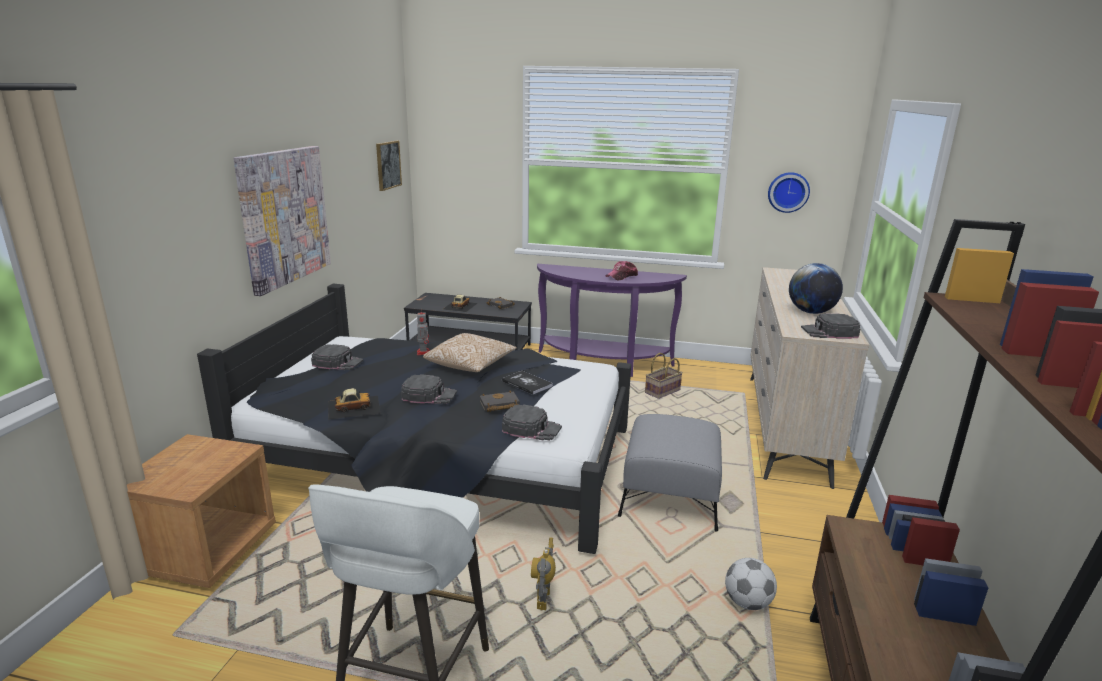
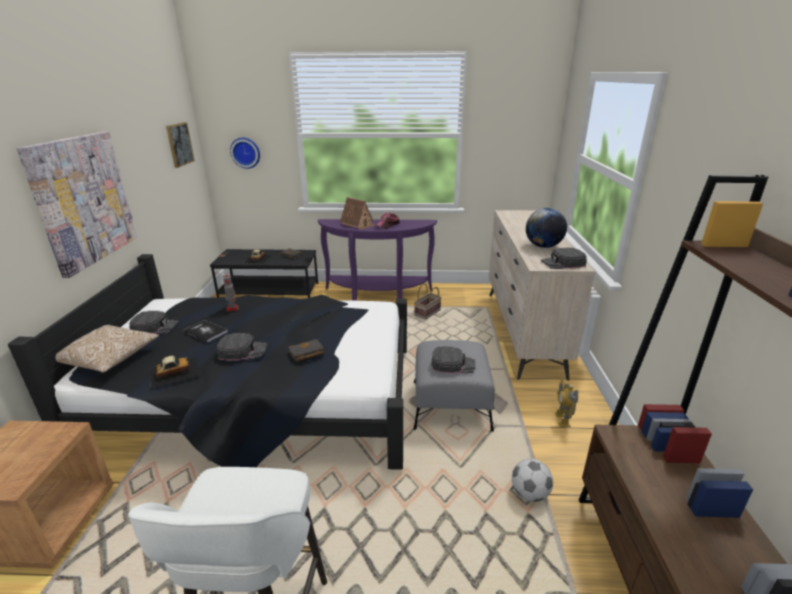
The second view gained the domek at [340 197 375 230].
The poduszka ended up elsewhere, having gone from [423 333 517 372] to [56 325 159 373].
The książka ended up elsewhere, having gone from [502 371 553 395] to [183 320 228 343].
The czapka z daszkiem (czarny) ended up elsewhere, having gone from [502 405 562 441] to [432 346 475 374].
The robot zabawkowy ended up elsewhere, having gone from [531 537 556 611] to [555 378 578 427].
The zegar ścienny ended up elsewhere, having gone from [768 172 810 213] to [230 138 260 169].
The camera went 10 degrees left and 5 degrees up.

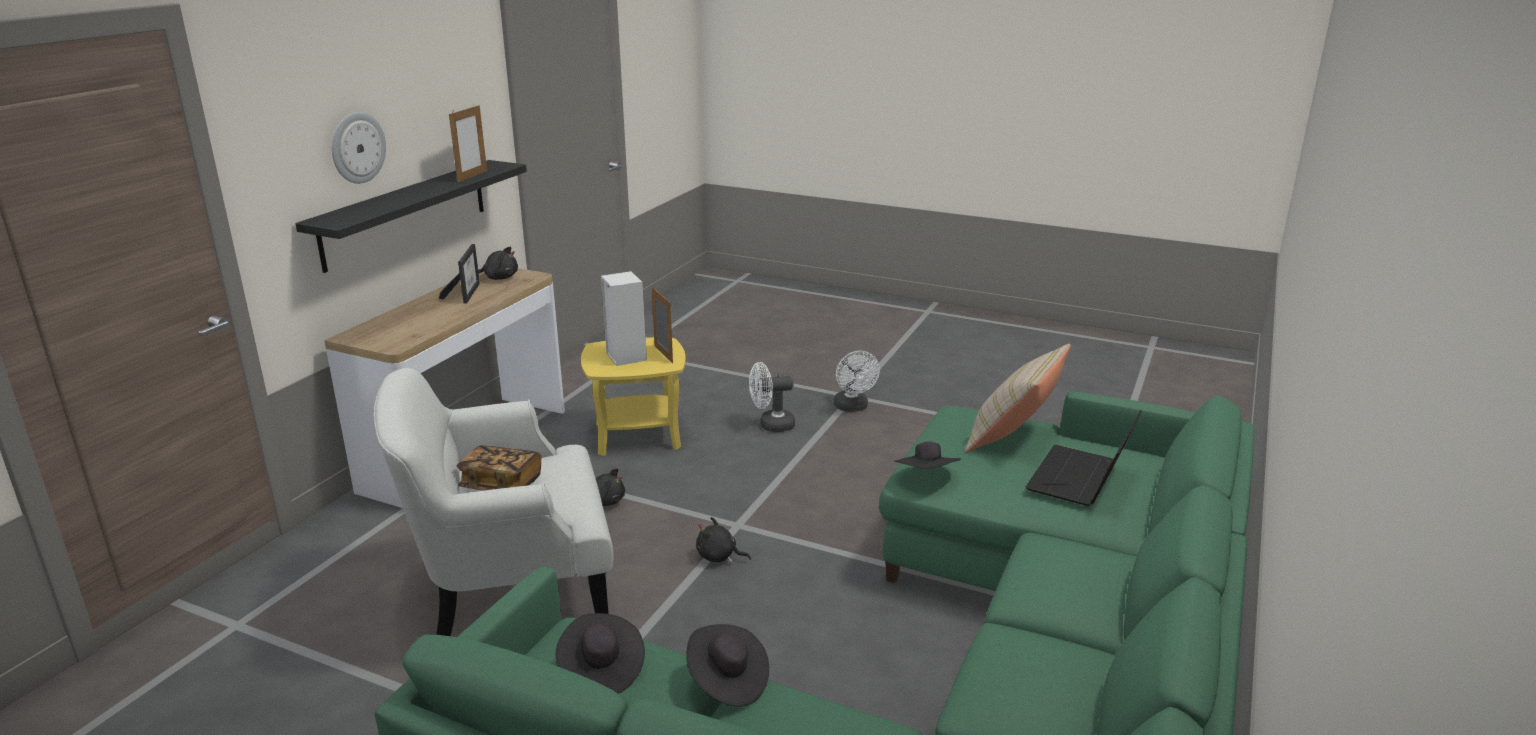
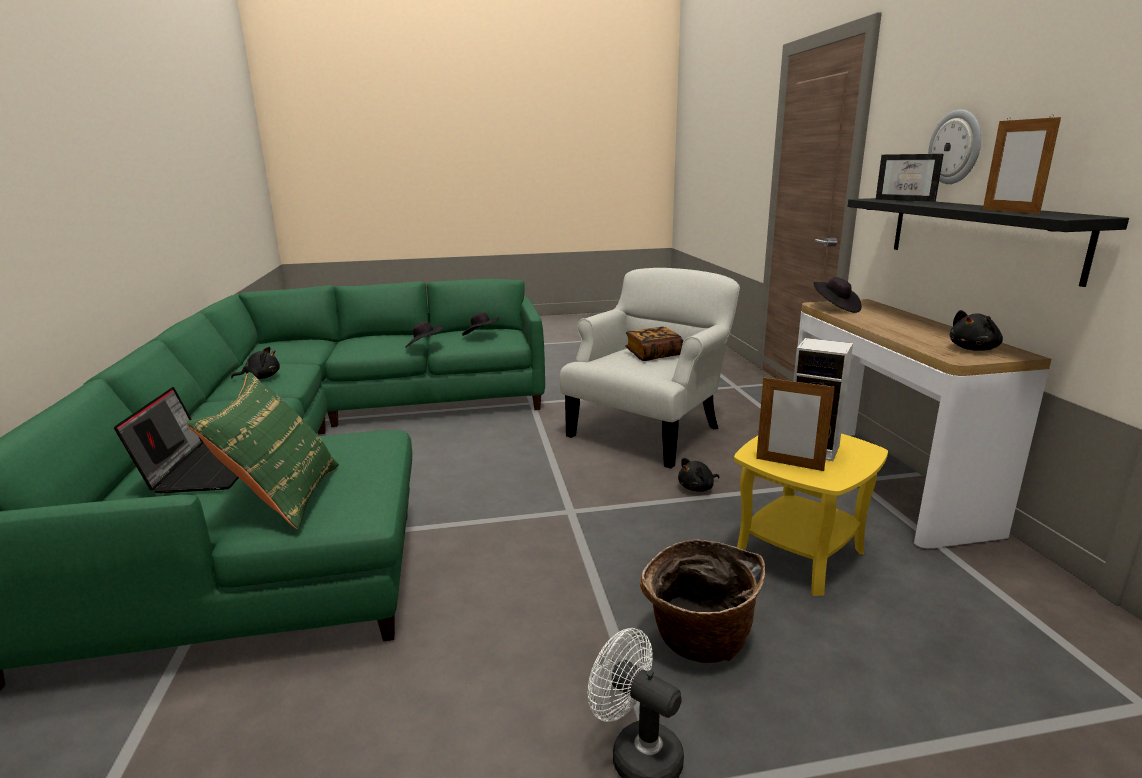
The ramka na zdjęcie ended up elsewhere, having gone from [439 244 480 304] to [876 154 944 202].
The pluszak (czarny) ended up elsewhere, having gone from [696 517 751 563] to [231 347 280 379].
The kapelusz (czarny) ended up elsewhere, having gone from [894 441 961 469] to [813 277 862 313].
Where the wentylator (biały) stood at [749 362 795 432], the koszyk came to stand at [640 539 765 663].
What was the poduszka (beżowy) at [964 344 1071 453] turned into the poduszka (zielony) at [186 372 339 529].
The camera went 145 degrees right and 5 degrees down.

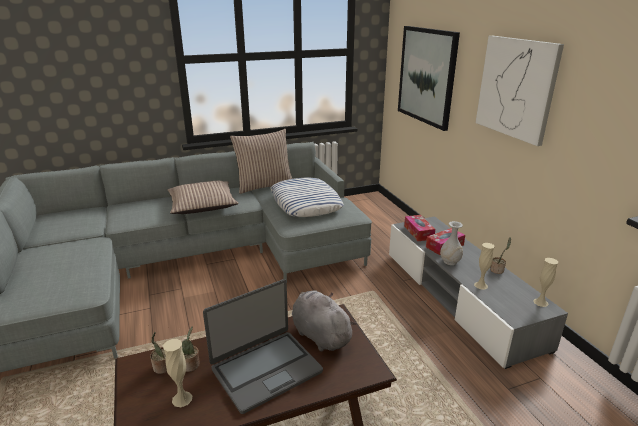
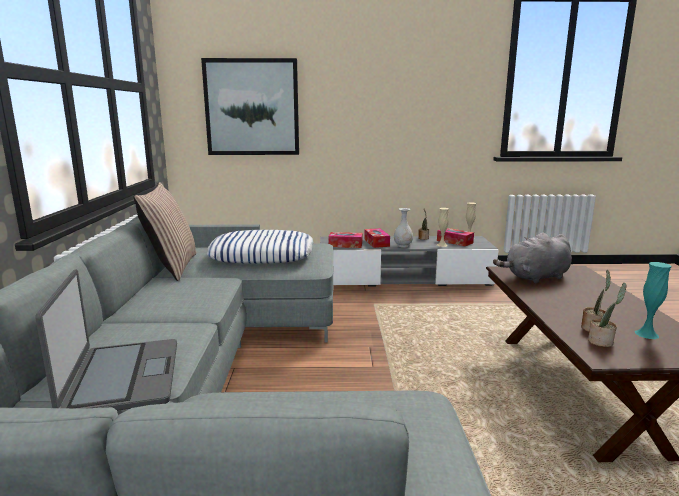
The second view lost the poduszka at [168 181 239 214].
The second view lost the obraz at [476 36 564 146].
The second view gained the pudełko chusteczek at [437 228 474 246].
The laptop ended up elsewhere, having gone from [203 279 323 414] to [35 269 177 411].
What was the wazon (beżowy) at [163 339 192 407] turned into the wazon (turkusowy) at [635 262 672 339].
The camera went 70 degrees left and 10 degrees down.

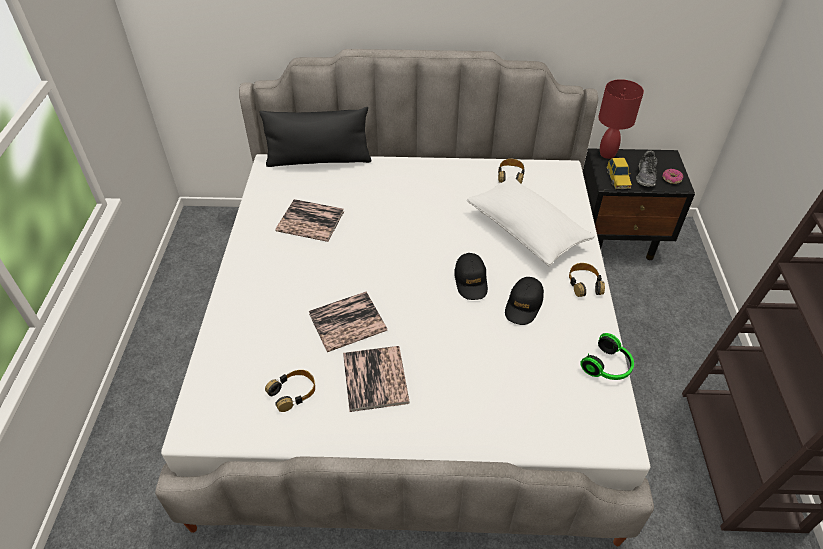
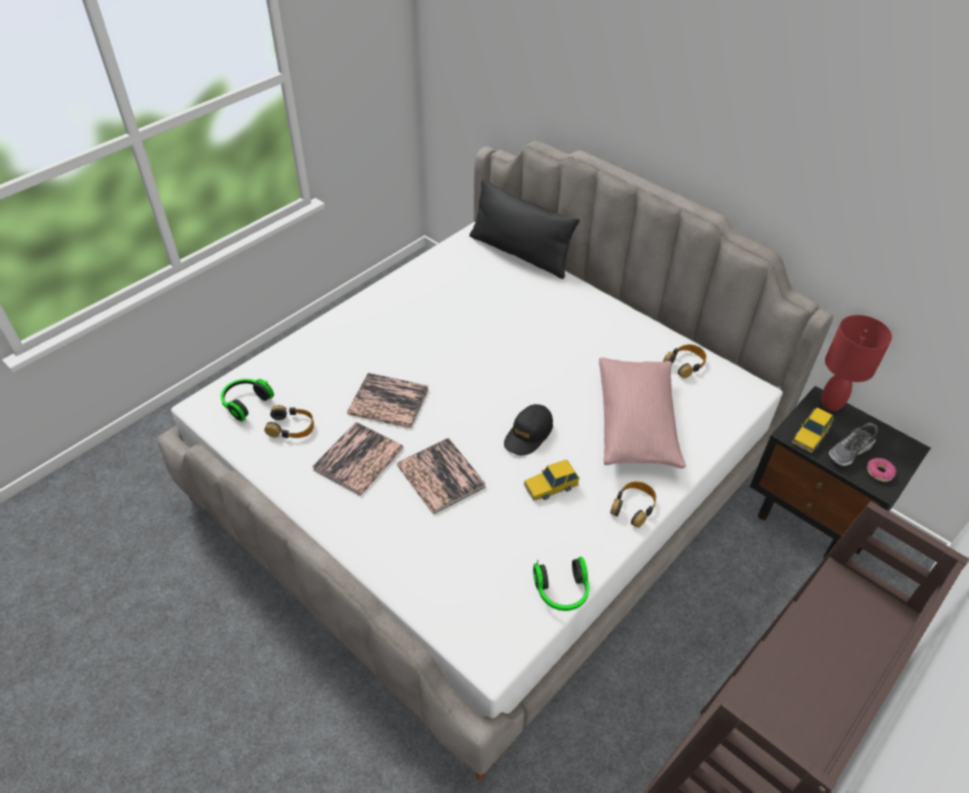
The second view gained the słuchawki at [221 379 274 422].
The książka ended up elsewhere, having gone from [276 199 344 242] to [397 438 486 514].
Where the czapka z daszkiem (czarny) stood at [505 277 544 325], the samochodzik came to stand at [524 460 579 501].
What was the poduszka (biały) at [467 176 595 266] turned into the poduszka (różowy) at [599 358 686 469].
The camera went 40 degrees right and 0 degrees up.

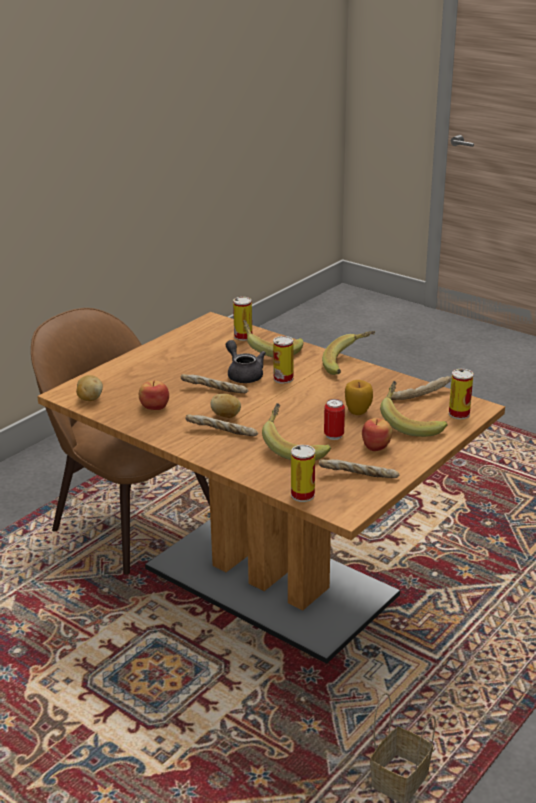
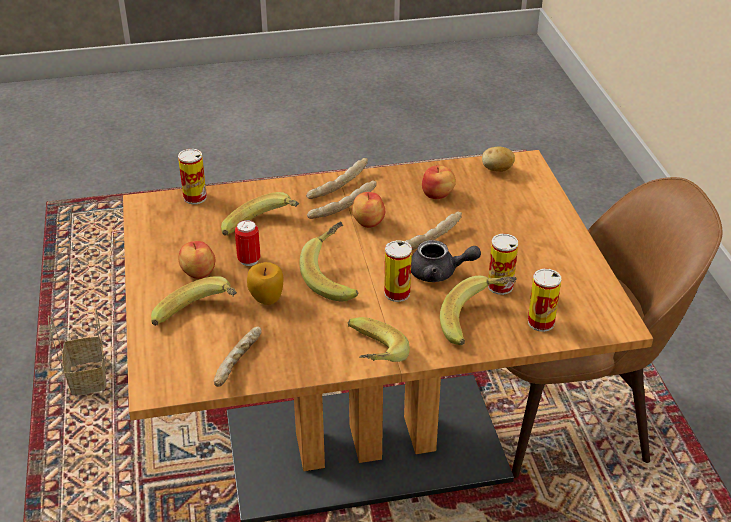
The second view gained the banan at [300 222 358 301].
The chleb ended up elsewhere, having gone from [319 459 400 478] to [306 158 368 199].
The puszka ended up elsewhere, having gone from [449 369 474 419] to [488 234 518 295].
Where the ziemniak stood at [211 394 241 418], the jabłko came to stand at [352 192 385 228].
The camera went 130 degrees right and 10 degrees up.

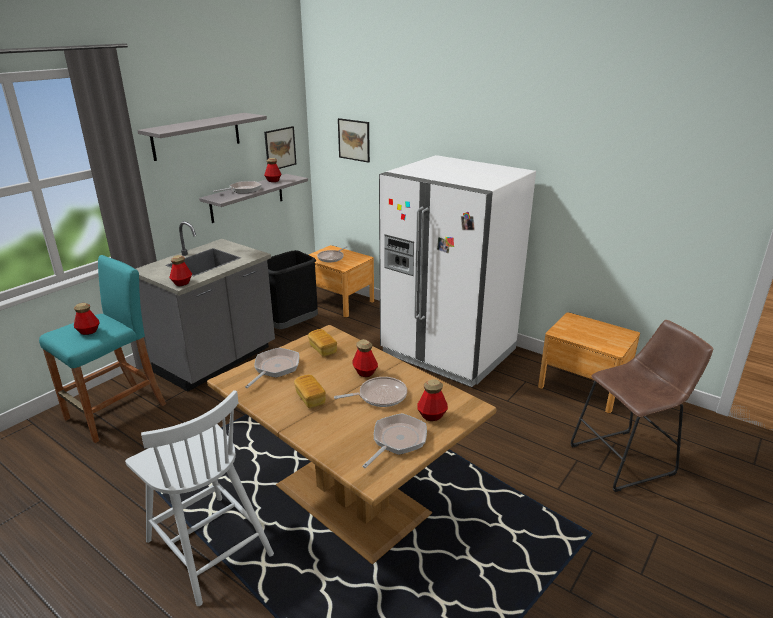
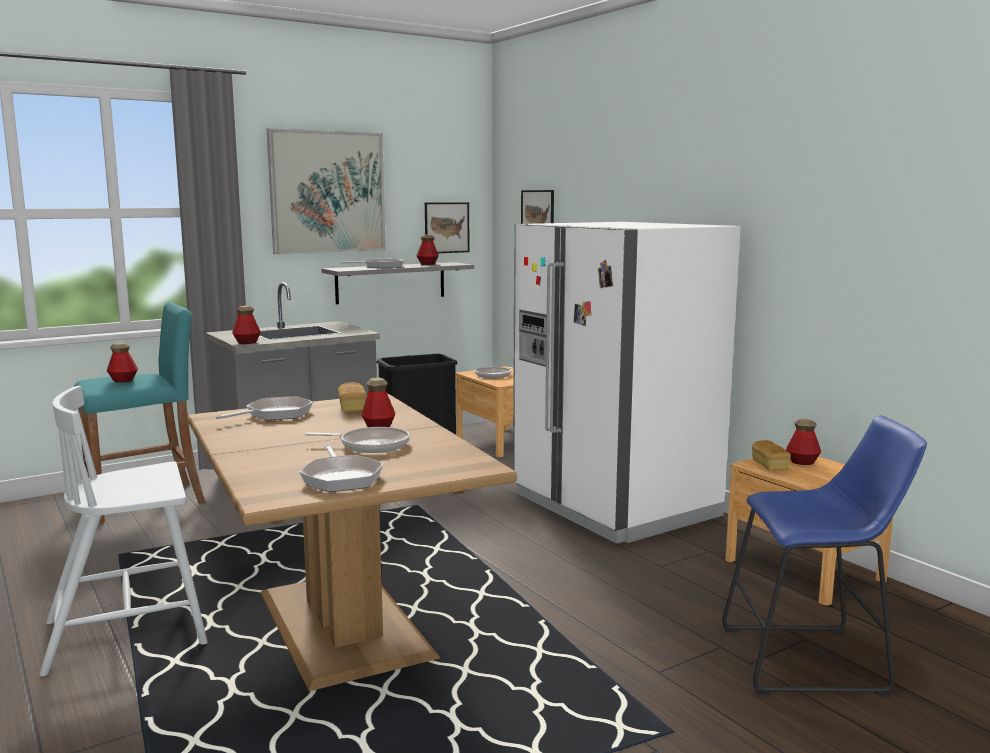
The chleb ended up elsewhere, having gone from [294 375 326 408] to [752 440 791 471].
The butelka ended up elsewhere, having gone from [417 379 448 421] to [786 419 821 465].
Where the półka (szary) hung at [137 113 267 161], the obraz came to hang at [267 128 386 254].
What was the stołek (brązowy) at [570 320 713 492] turned into the stołek (niebieski) at [722 415 927 695].
The krzesło (biały) at [125 390 274 606] ended up facing another way, 90 degrees clockwise from before.
The patelnia at [362 413 427 468] ended up facing another way, 105 degrees clockwise from before.
The camera went 20 degrees right and 15 degrees down.

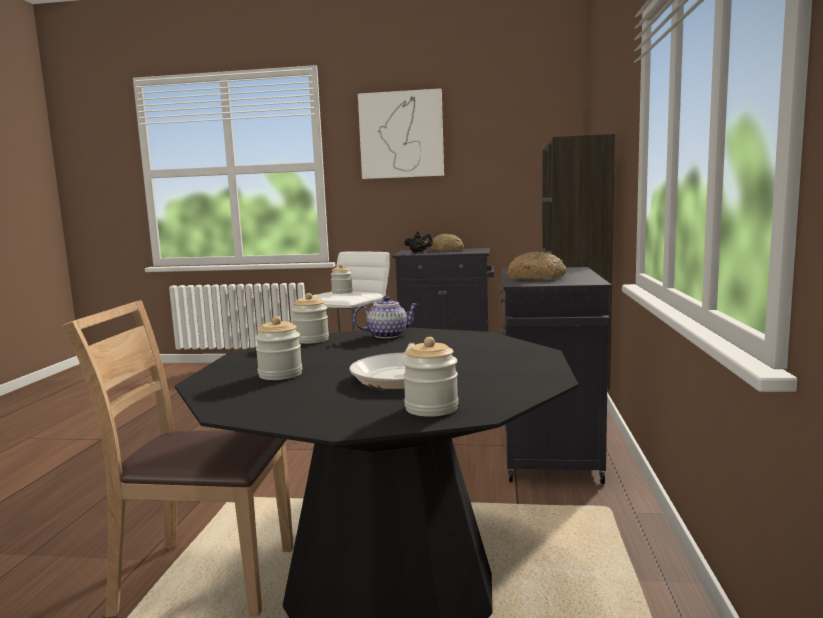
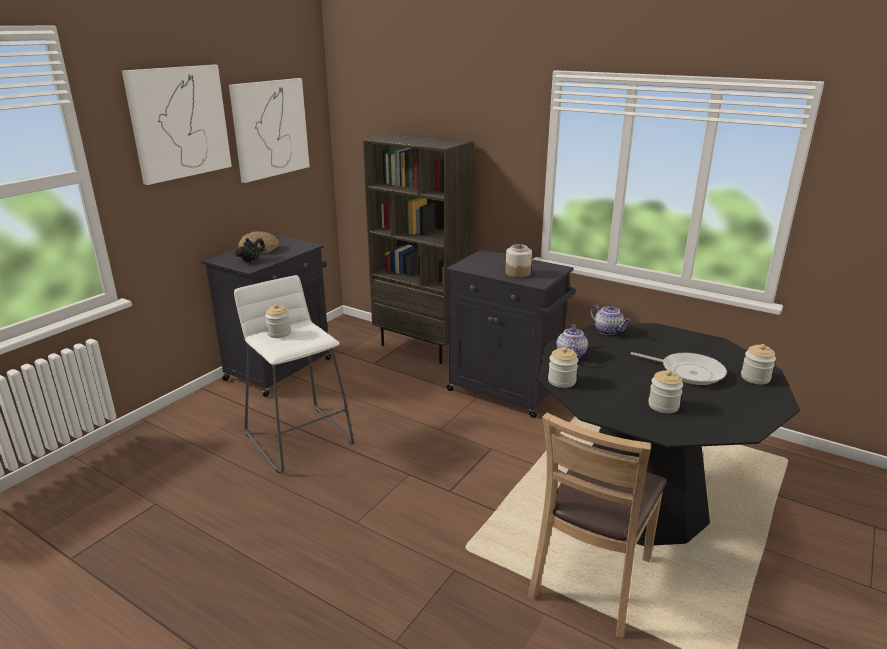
The second view gained the obraz at [229 78 310 183].
The second view gained the imbryk at [590 305 631 335].
Where the chleb stood at [507 251 567 280], the słoik came to stand at [505 244 532 277].
The camera went 65 degrees left and 15 degrees up.

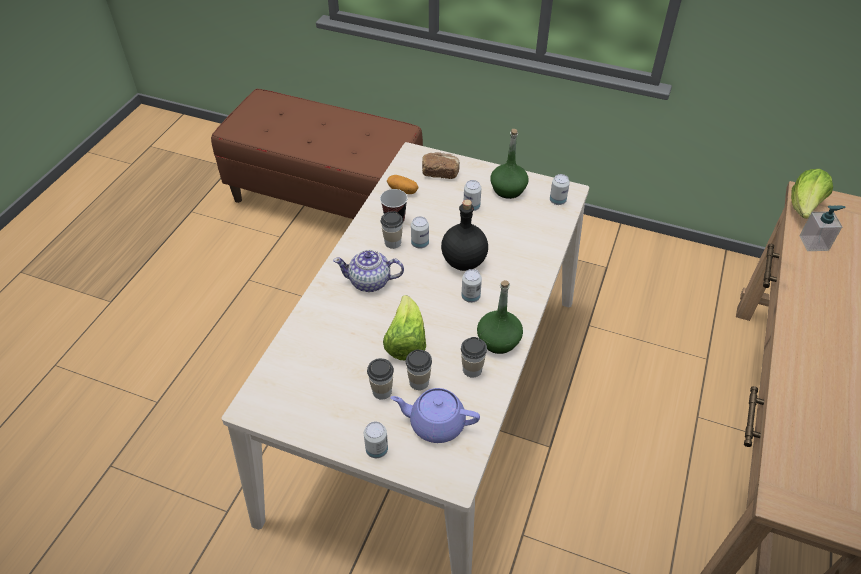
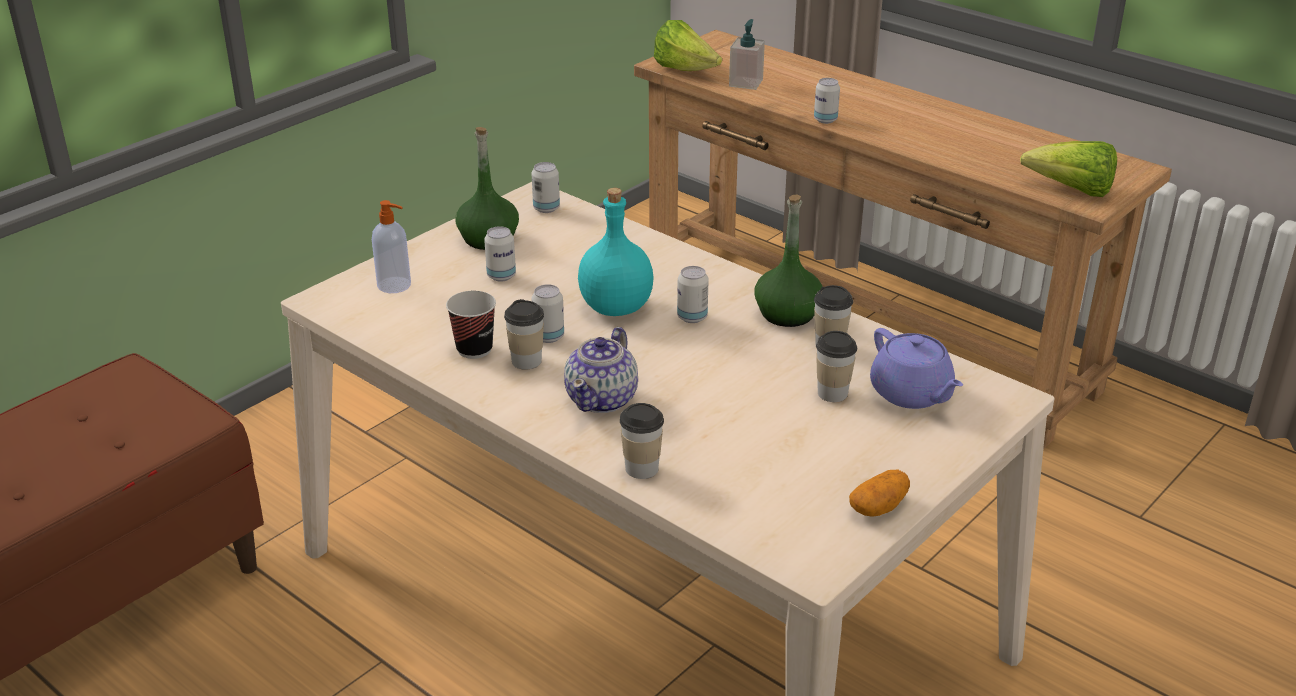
The puszka ended up elsewhere, having gone from [364 422 388 458] to [814 78 840 124].
The filiżanka ended up elsewhere, having gone from [367 358 394 400] to [620 403 664 479].
The sałata ended up elsewhere, having gone from [383 295 426 360] to [1020 141 1117 197].
The ziemniak ended up elsewhere, having gone from [387 175 419 194] to [849 470 910 517].
Where the chleb stood at [422 152 460 179], the dozownik mydła came to stand at [372 200 411 293].
What was the butelka (czarny) at [441 200 488 271] turned into the butelka (turkusowy) at [578 188 654 316].
The imbryk (fioletowy) at [390 388 480 443] ended up facing another way, 60 degrees counterclockwise from before.
The camera went 70 degrees left and 15 degrees down.

